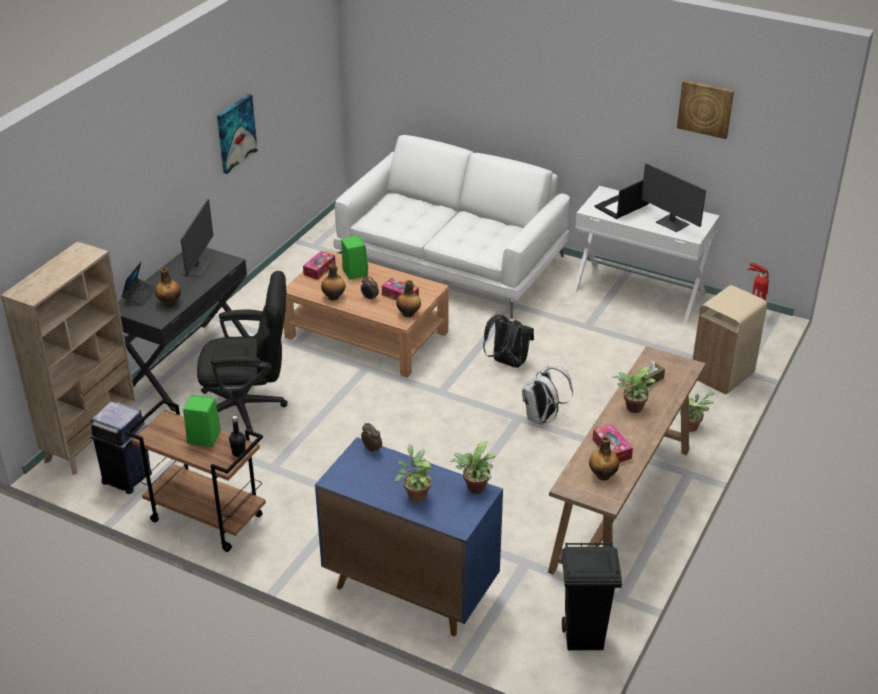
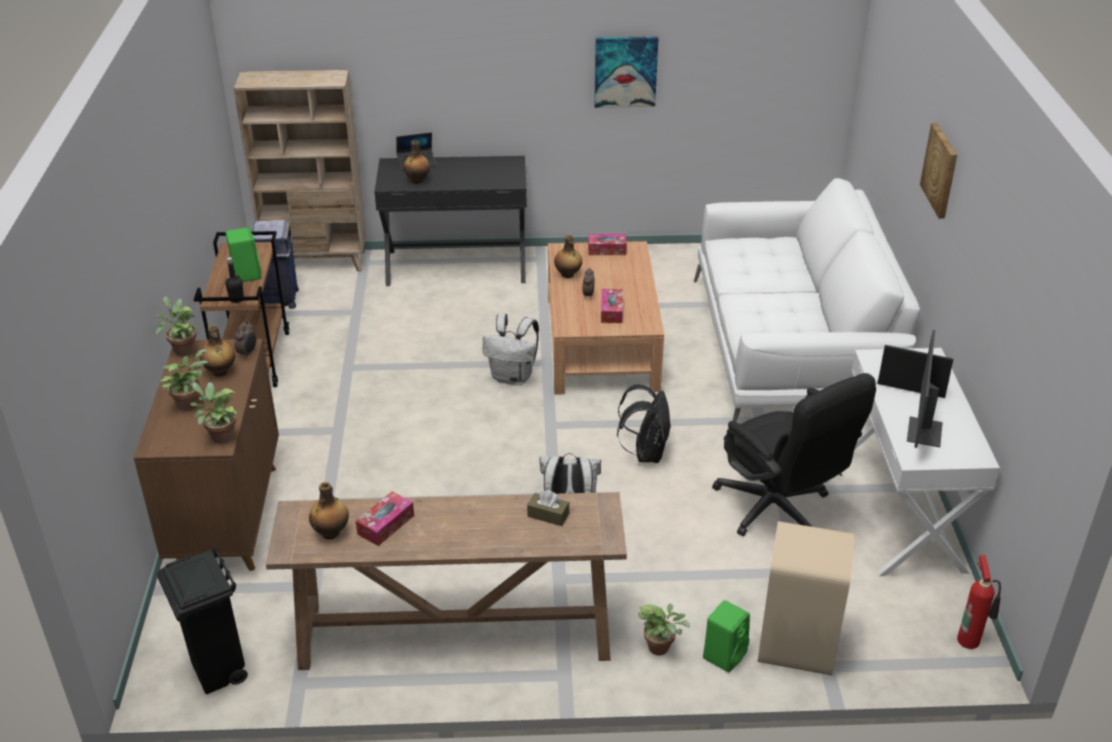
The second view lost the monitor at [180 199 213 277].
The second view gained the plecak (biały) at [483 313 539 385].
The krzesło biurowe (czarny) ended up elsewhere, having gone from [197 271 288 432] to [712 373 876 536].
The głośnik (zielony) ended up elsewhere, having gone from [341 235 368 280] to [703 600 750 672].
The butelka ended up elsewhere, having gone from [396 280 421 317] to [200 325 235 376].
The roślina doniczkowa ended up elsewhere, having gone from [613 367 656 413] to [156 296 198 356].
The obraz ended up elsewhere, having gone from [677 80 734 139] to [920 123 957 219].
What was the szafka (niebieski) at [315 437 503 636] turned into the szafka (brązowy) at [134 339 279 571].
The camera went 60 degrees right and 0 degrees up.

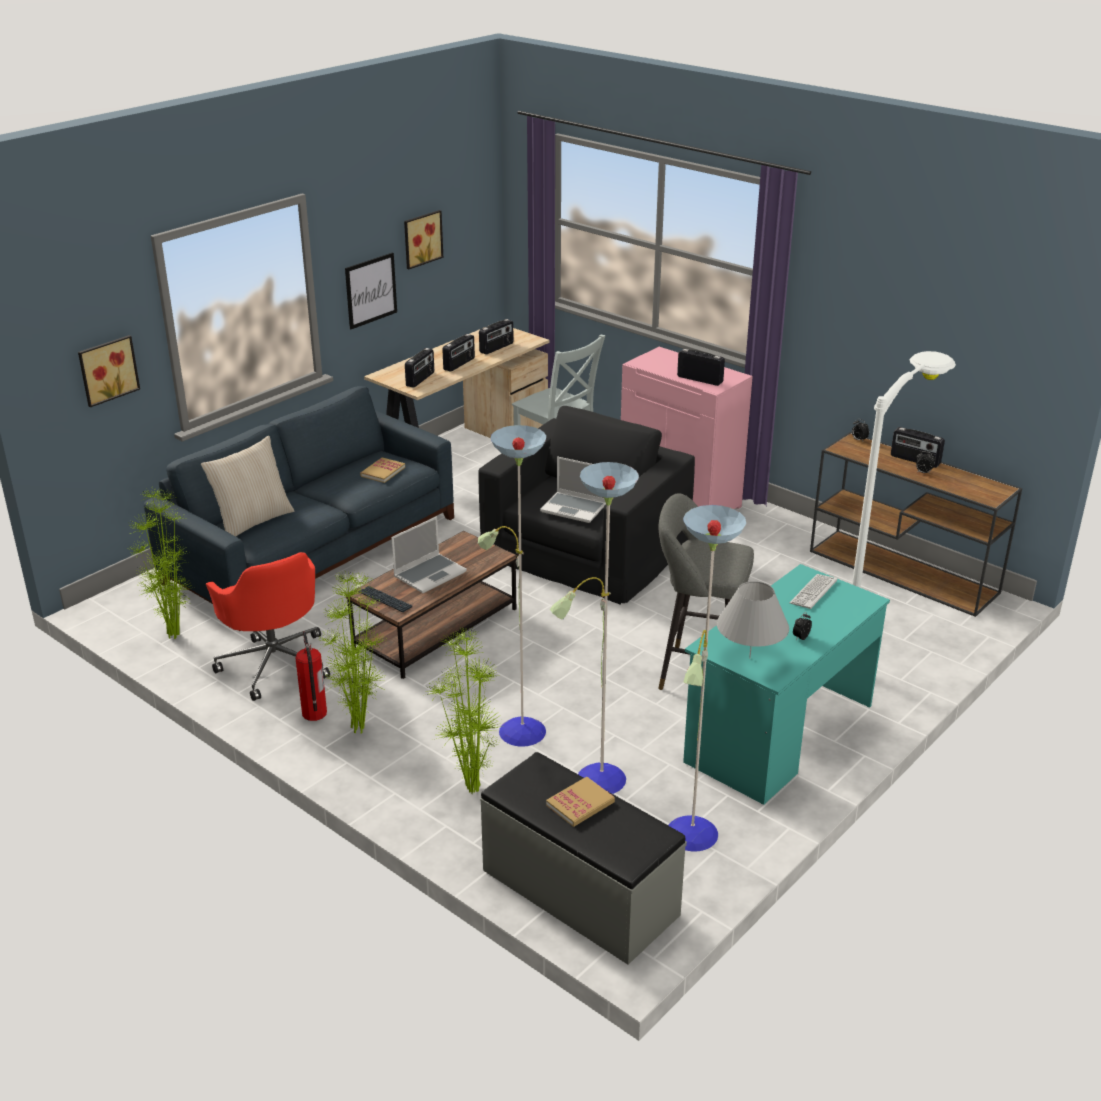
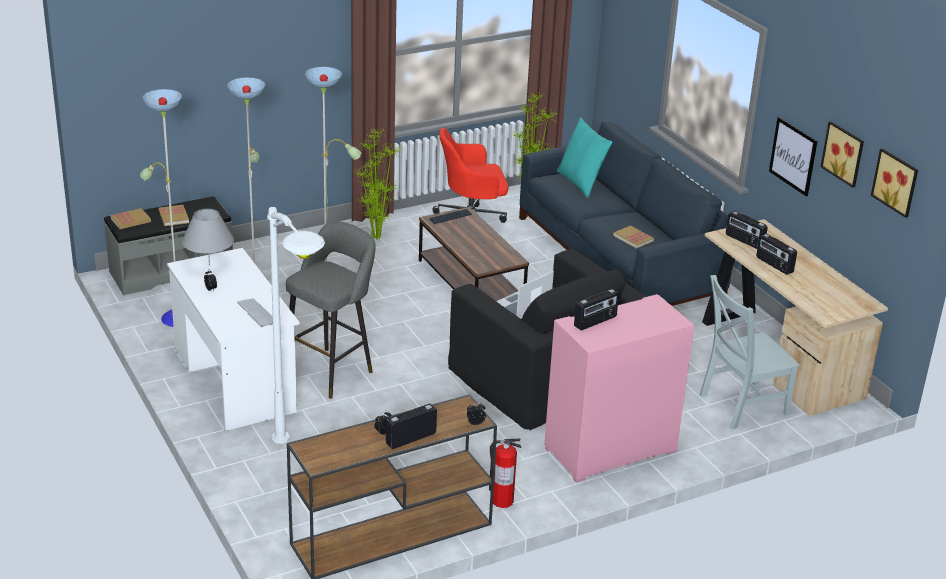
The second view lost the laptop at [391 517 467 593].
The second view lost the roślina doniczkowa at [427 627 501 794].
The second view lost the radio at [479 319 514 355].
The second view gained the książka at [110 208 151 229].
The obraz ended up elsewhere, having gone from [78 335 140 407] to [871 149 918 218].
The gaśnica ended up elsewhere, having gone from [295 632 327 721] to [489 439 521 508].
What was the poduszka (beżowy) at [201 436 295 536] turned into the poduszka (turkusowy) at [557 117 613 198].
What was the biurko (turkusowy) at [683 564 890 805] turned into the biurko (biały) at [167 248 300 431].
The camera went 110 degrees right and 0 degrees up.

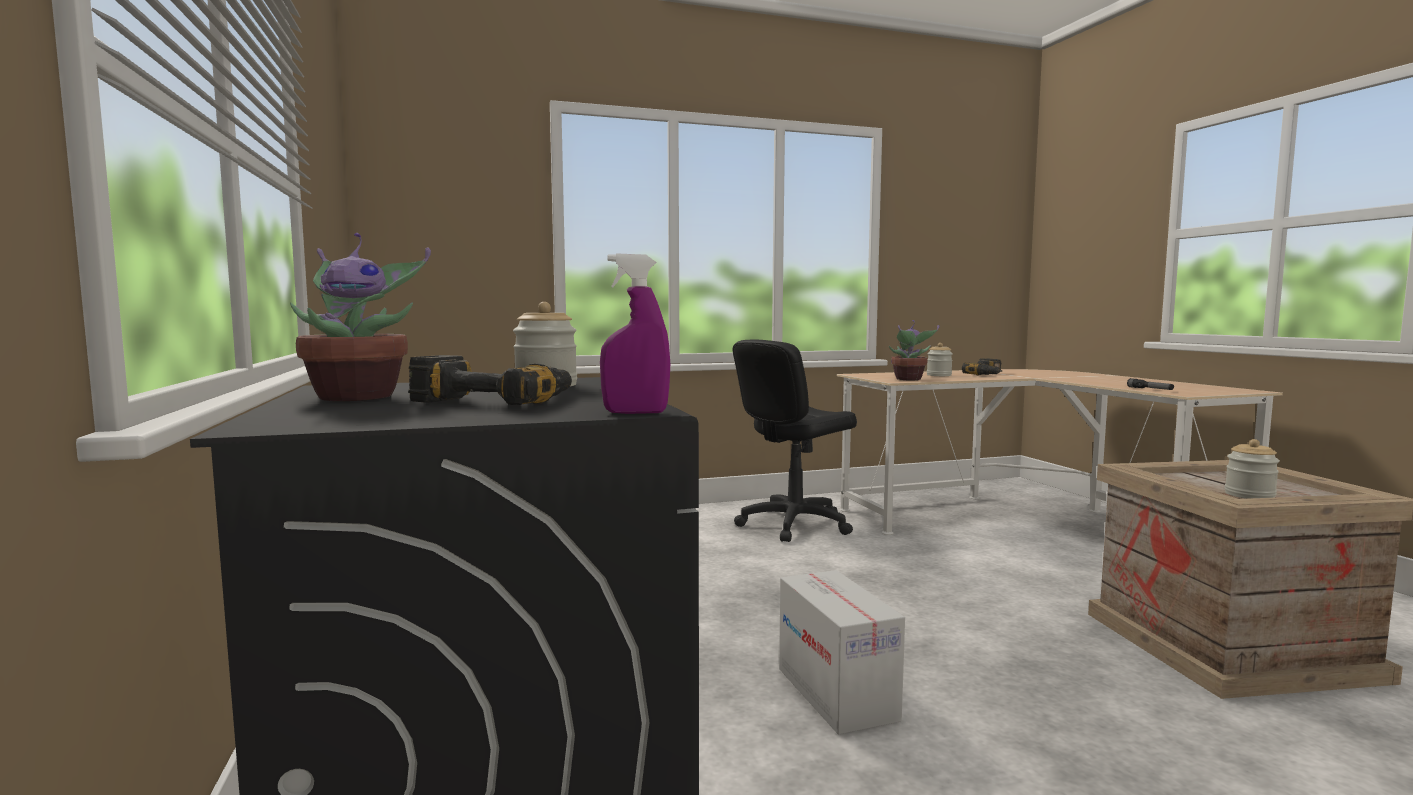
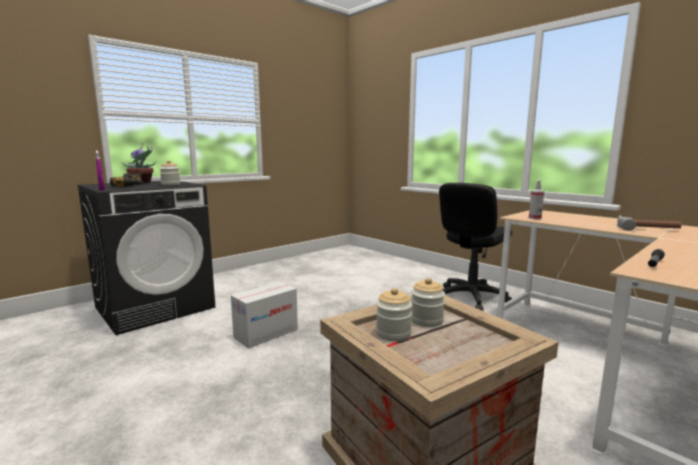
The słoik ended up elsewhere, having gone from [927 343 953 376] to [411 278 445 327].
Where the roślina doniczkowa stood at [889 320 939 381], the spryskiwacz came to stand at [529 180 544 219].
Where the wiertarka stood at [962 358 1002 375], the młotek came to stand at [617 215 682 231].
The krzesło biurowe (czarny) at [733 340 857 542] ended up facing another way, 75 degrees counterclockwise from before.
The camera went 65 degrees right and 5 degrees up.

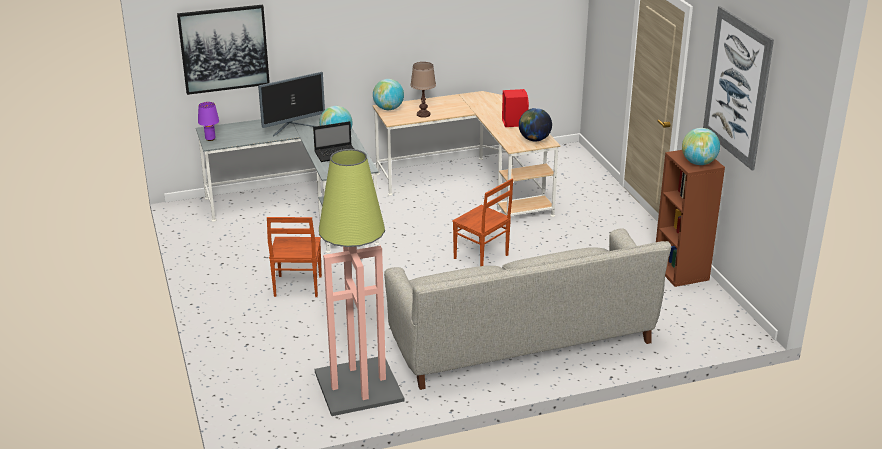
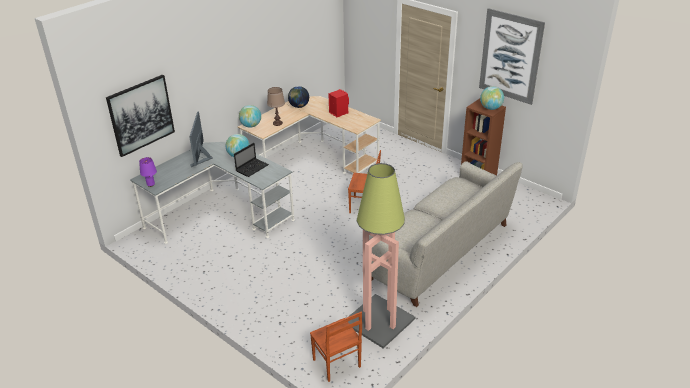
The krzesło (brązowy) ended up elsewhere, having gone from [267 217 322 297] to [310 312 362 382].
The globus ended up elsewhere, having gone from [519 108 552 141] to [288 86 309 108].
The monitor at [258 72 325 136] ended up facing another way, 150 degrees clockwise from before.
The camera went 30 degrees left and 5 degrees up.

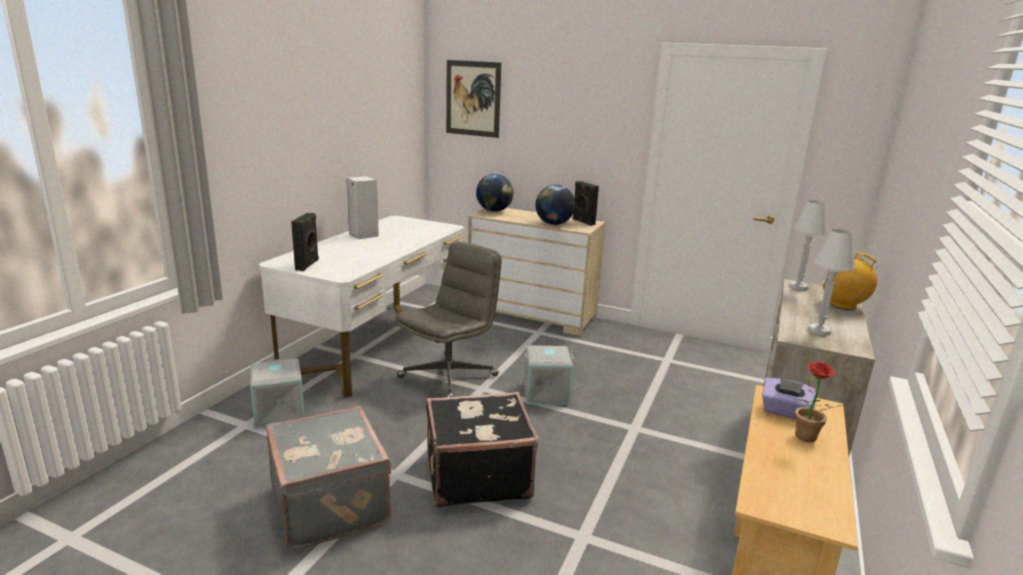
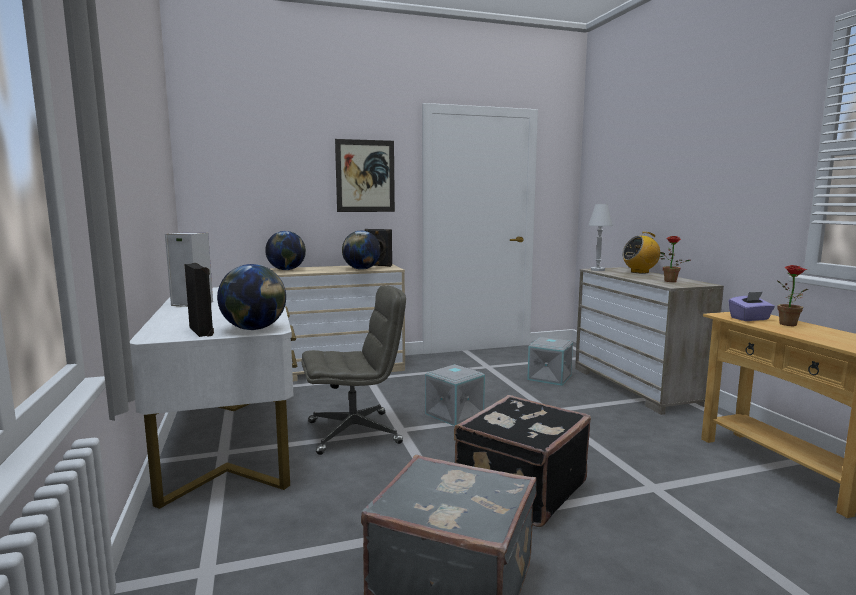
The second view gained the globus at [217 264 286 330].
The pojemnik do przechowywania (szary) ended up elsewhere, having gone from [250 358 305 429] to [527 337 573 386].
The obraz ended up elsewhere, having gone from [446 60 501 138] to [335 139 395 212].
Where the lampa stołowa (biały) stood at [808 229 855 336], the roślina doniczkowa came to stand at [660 236 690 282].
The krzesło biurowe (szary) at [395 242 502 397] ended up facing another way, 75 degrees clockwise from before.
The camera went 40 degrees left and 10 degrees down.

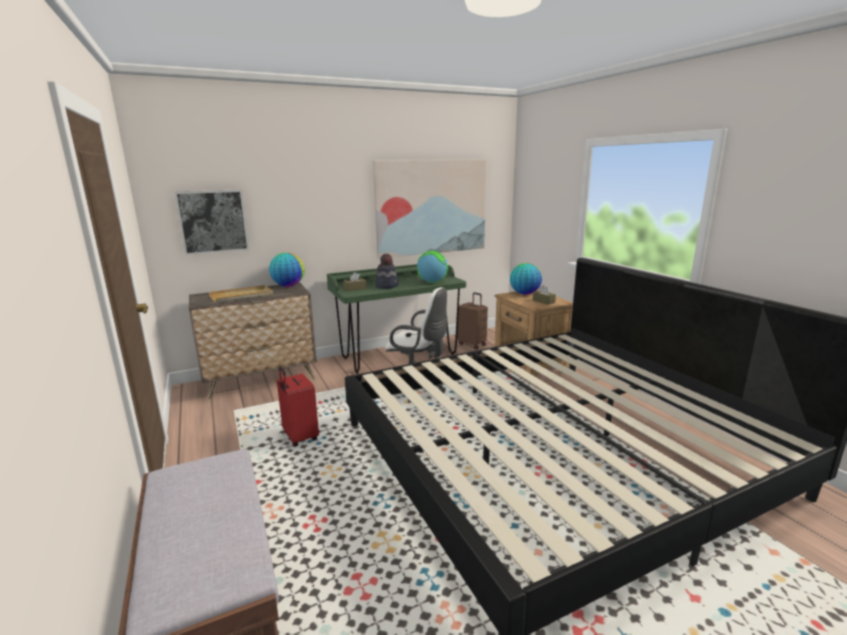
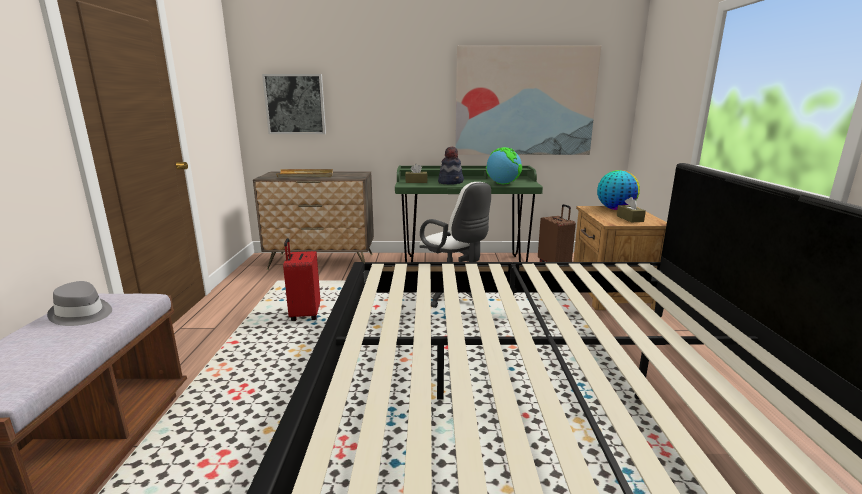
The second view lost the globus at [269 253 305 287].
The second view gained the kapelusz (szary) at [47 281 112 326].
The camera went 25 degrees right and 0 degrees up.

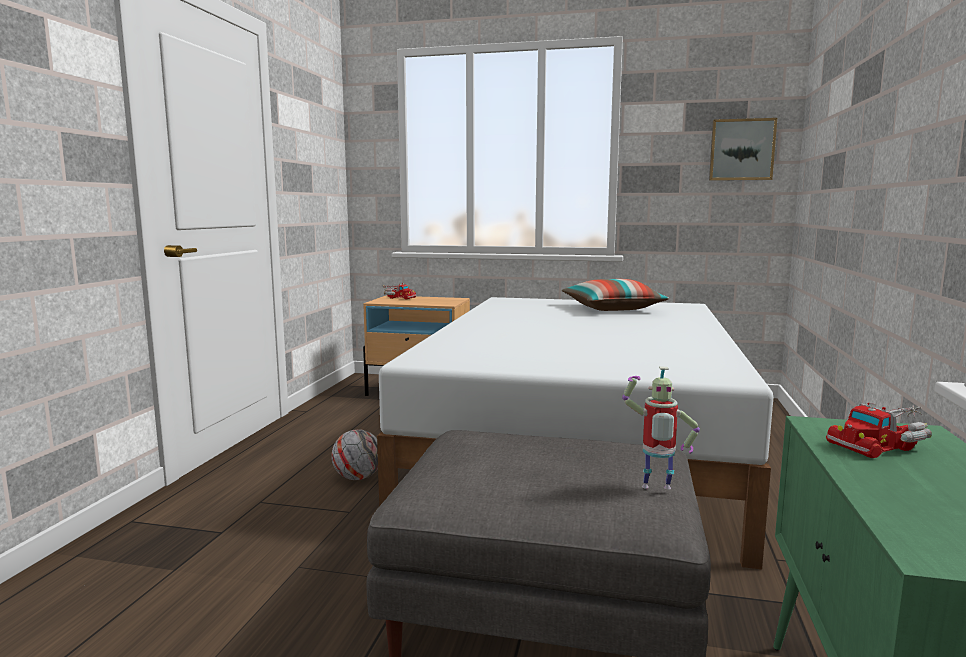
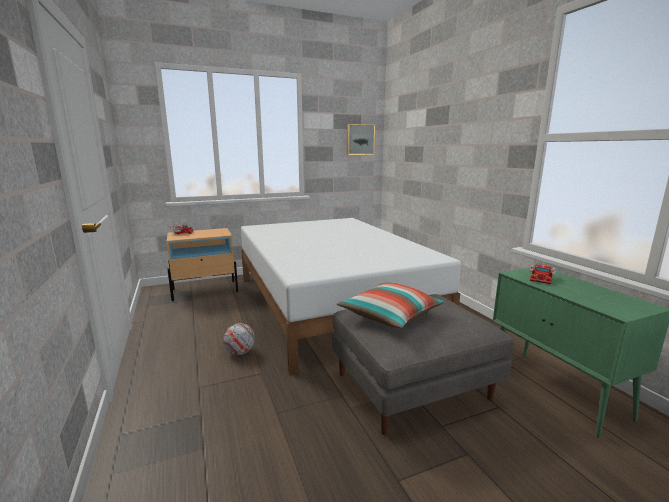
The second view lost the robot zabawkowy at [622 367 700 490].
The poduszka ended up elsewhere, having gone from [562 279 669 311] to [337 282 444 328].
The camera went 35 degrees left and 5 degrees up.

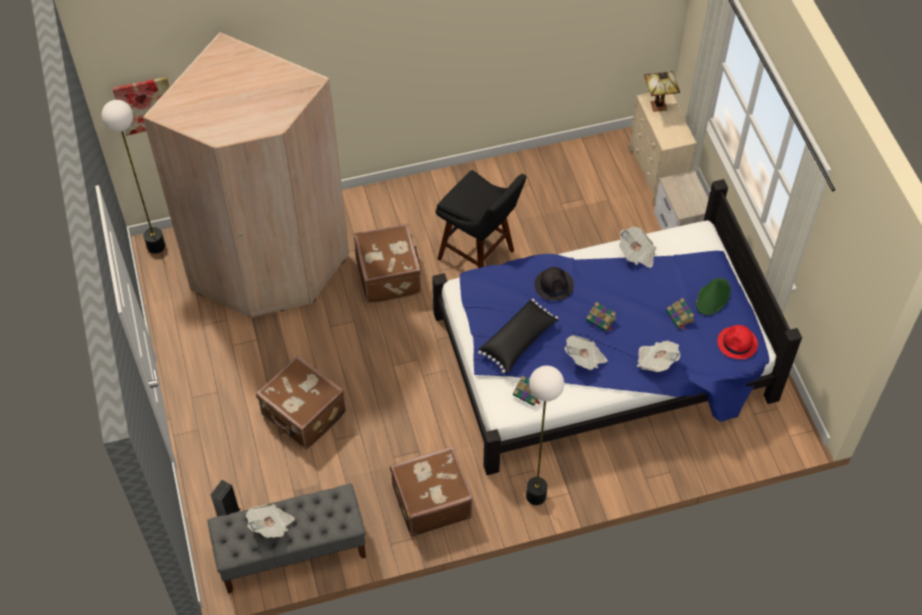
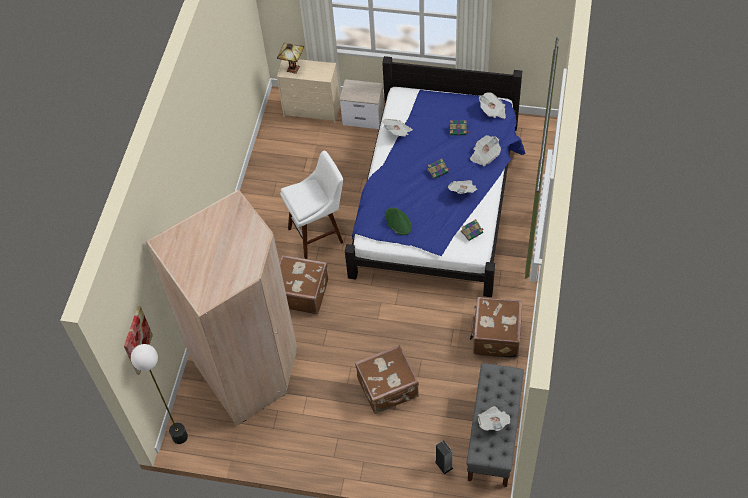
The second view lost the poduszka (czarny) at [478 299 558 373].
The second view lost the lampa stojąca at [526 366 564 505].
The second view lost the kapelusz (czarny) at [535 267 574 301].
The kapelusz (zielony) ended up elsewhere, having gone from [696 278 731 315] to [385 208 412 235].
Where the kapelusz (czerwony) stood at [717 325 758 359], the gazeta came to stand at [479 92 506 119].
What was the stołek (czarny) at [436 170 526 268] turned into the stołek (biały) at [280 151 343 259].
The camera went 60 degrees left and 0 degrees up.

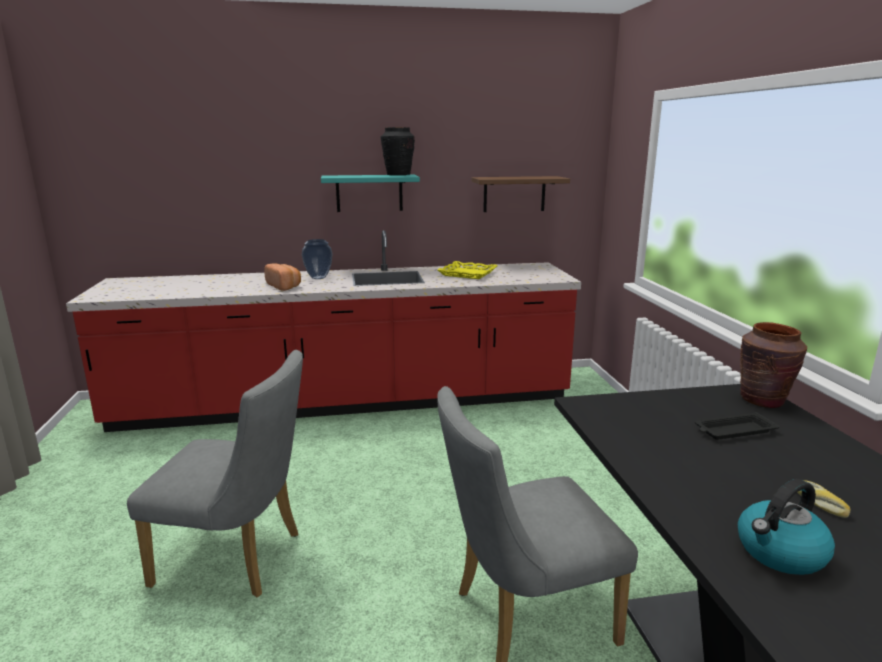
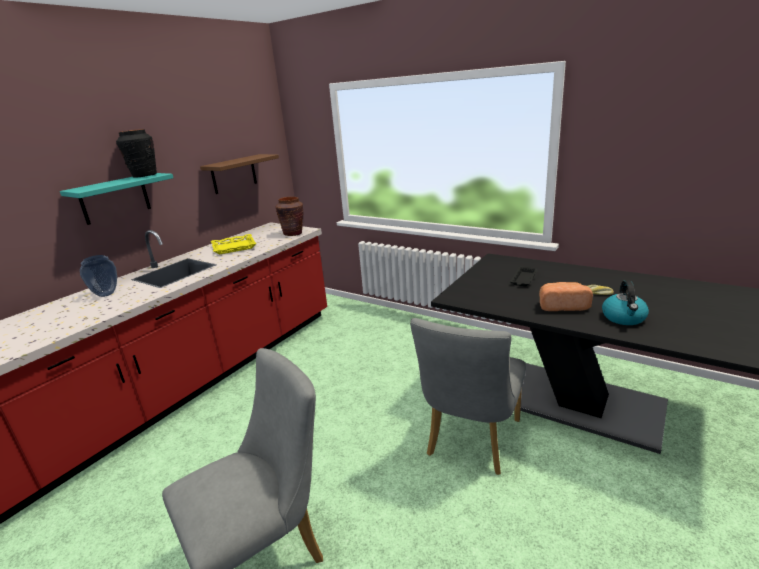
The chleb ended up elsewhere, having gone from [264 263 301 291] to [539 282 593 311].
The wazon (brązowy) ended up elsewhere, having gone from [740 322 807 408] to [276 197 303 236].
The camera went 45 degrees left and 5 degrees up.

